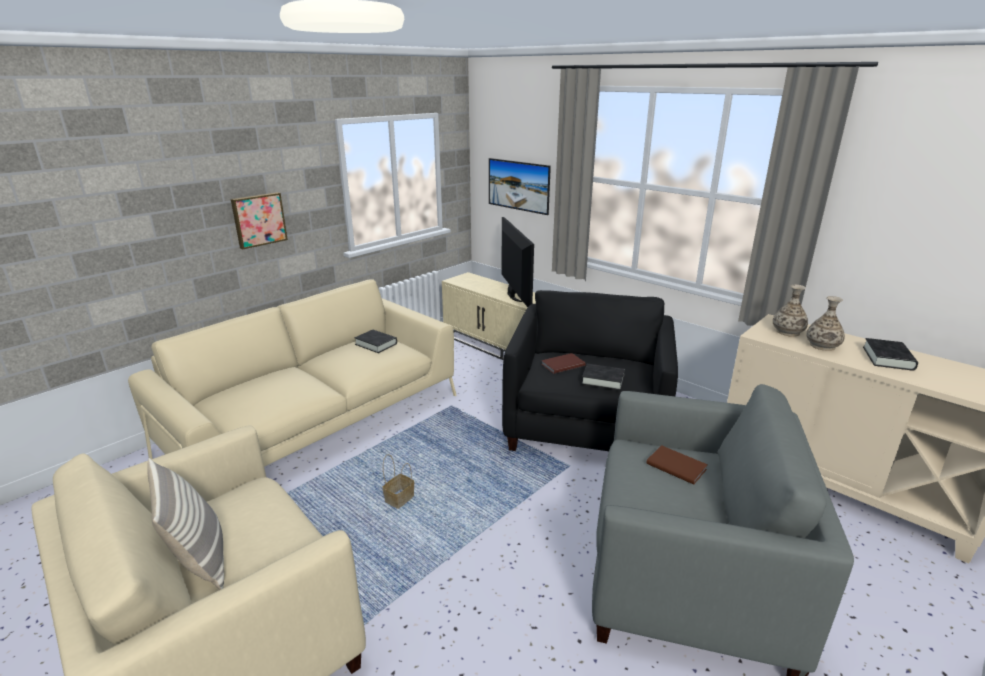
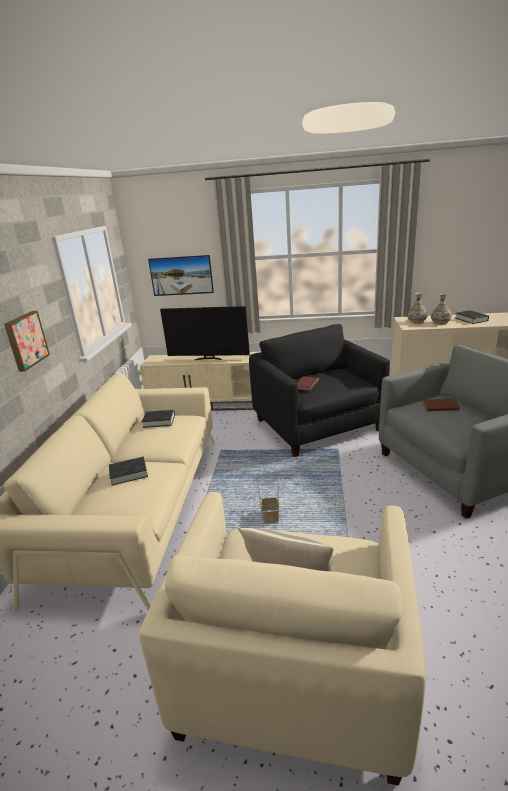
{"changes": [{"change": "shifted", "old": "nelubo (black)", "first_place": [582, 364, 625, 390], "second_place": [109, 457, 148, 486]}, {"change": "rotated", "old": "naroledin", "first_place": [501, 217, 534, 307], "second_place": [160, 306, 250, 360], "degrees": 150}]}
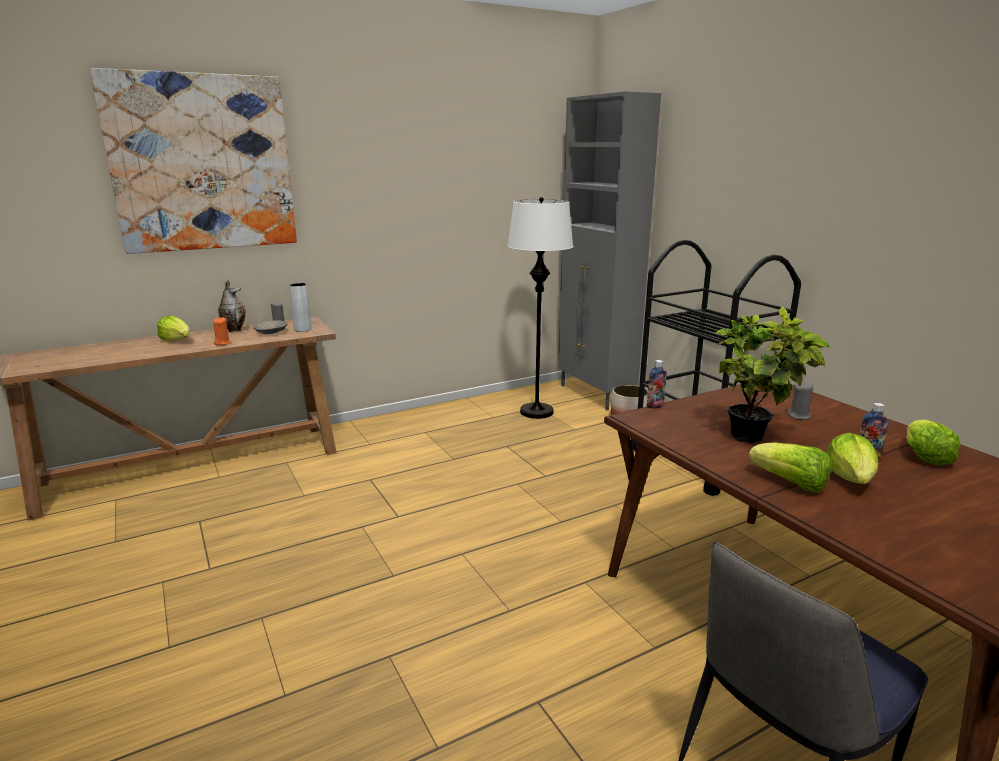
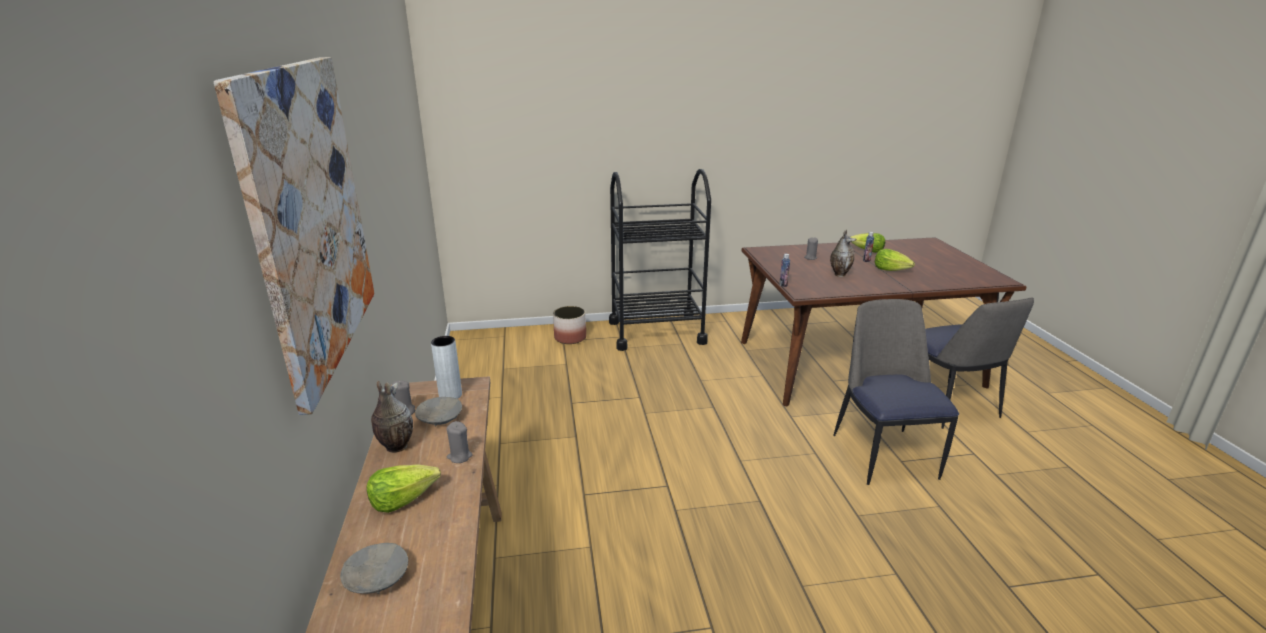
{"changes": [{"change": "gone", "old": "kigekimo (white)", "first_place": [507, 197, 573, 419]}, {"change": "gone", "old": "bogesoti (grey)", "first_place": [558, 91, 661, 410]}, {"change": "gone", "old": "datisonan", "first_place": [749, 442, 831, 493]}, {"change": "new", "new": "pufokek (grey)", "second_place": [340, 543, 408, 594]}, {"change": "new", "new": "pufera", "second_place": [833, 299, 959, 485]}, {"change": "swapped", "old": "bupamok", "new": "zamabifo", "first_place": [714, 307, 830, 444], "second_place": [830, 229, 856, 277]}, {"change": "repainted", "old": "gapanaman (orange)", "new": "gapanaman (grey)", "first_place": [213, 317, 231, 345], "second_place": [447, 421, 473, 463]}]}
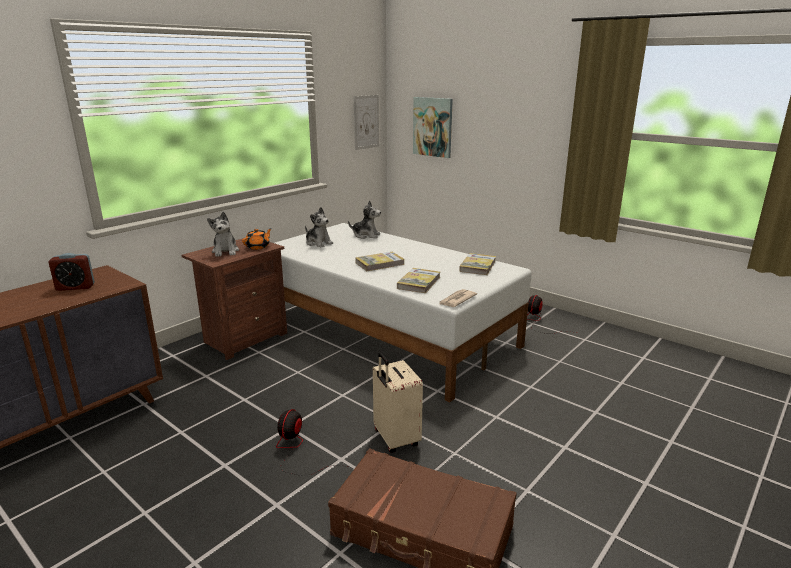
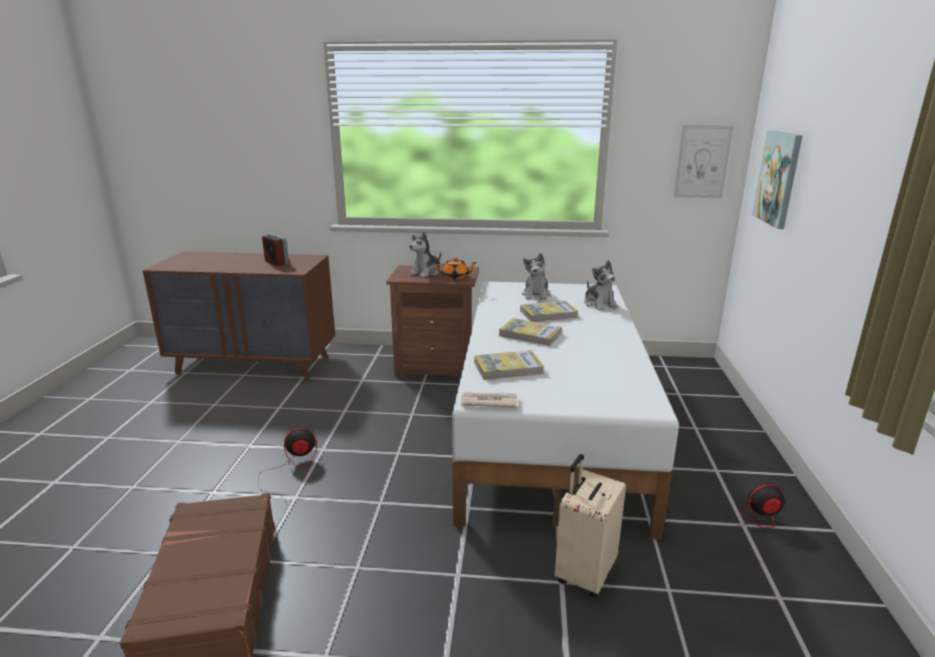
{"changes": [{"change": "shifted", "old": "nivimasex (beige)", "first_place": [373, 353, 423, 453], "second_place": [555, 454, 626, 598]}, {"change": "shifted", "old": "nelubo", "first_place": [459, 253, 496, 275], "second_place": [520, 301, 578, 322]}]}
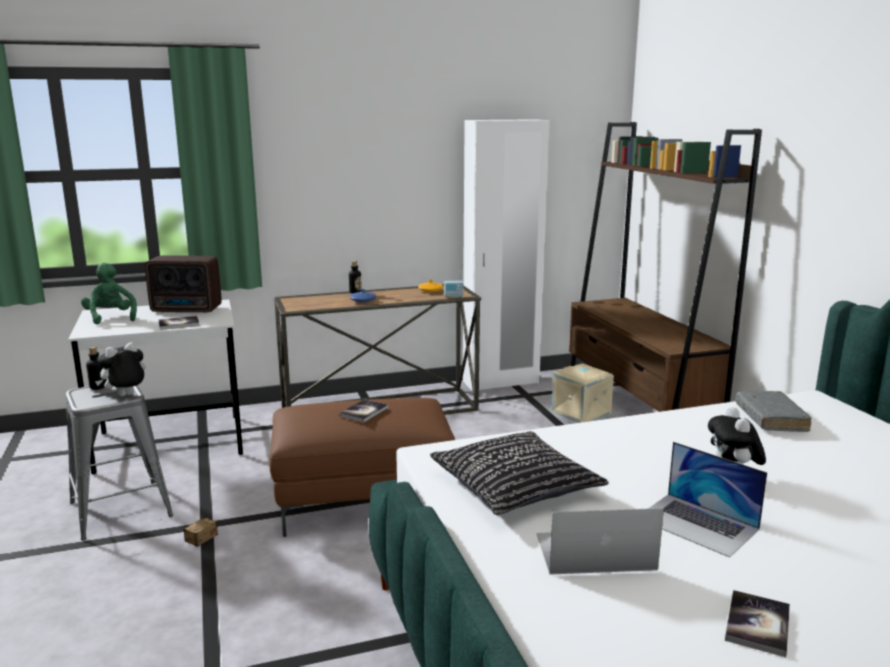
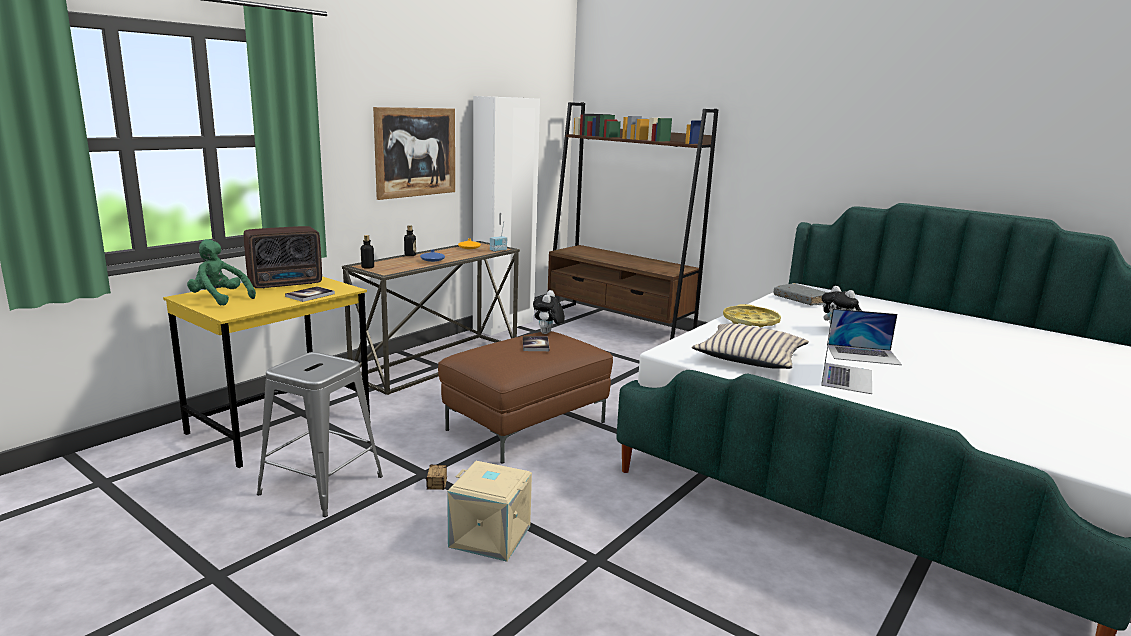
{"changes": [{"change": "gone", "old": "nelubo", "first_place": [725, 590, 790, 657]}, {"change": "new", "new": "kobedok", "second_place": [373, 107, 455, 200]}, {"change": "new", "new": "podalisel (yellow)", "second_place": [723, 304, 781, 327]}, {"change": "shifted", "old": "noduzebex", "first_place": [86, 347, 107, 390], "second_place": [361, 235, 374, 269]}, {"change": "shifted", "old": "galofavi", "first_place": [95, 342, 146, 396], "second_place": [533, 290, 565, 334]}, {"change": "shifted", "old": "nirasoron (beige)", "first_place": [551, 363, 614, 423], "second_place": [447, 461, 532, 562]}, {"change": "repainted", "old": "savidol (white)", "new": "savidol (yellow)", "first_place": [68, 299, 243, 474], "second_place": [163, 276, 370, 468]}, {"change": "repainted", "old": "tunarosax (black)", "new": "tunarosax (beige)", "first_place": [430, 431, 609, 515], "second_place": [692, 323, 809, 369]}, {"change": "rotated", "old": "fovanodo", "first_place": [536, 508, 664, 575], "second_place": [821, 324, 872, 394], "degrees": 150}]}
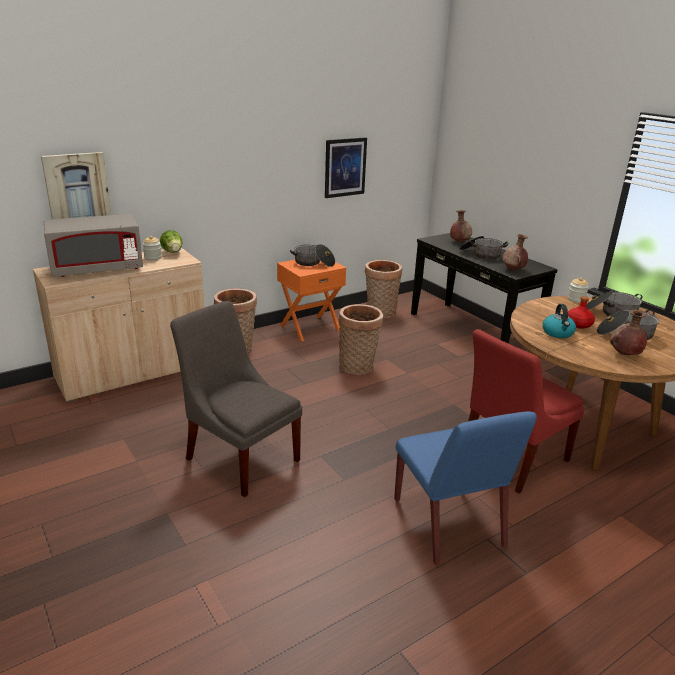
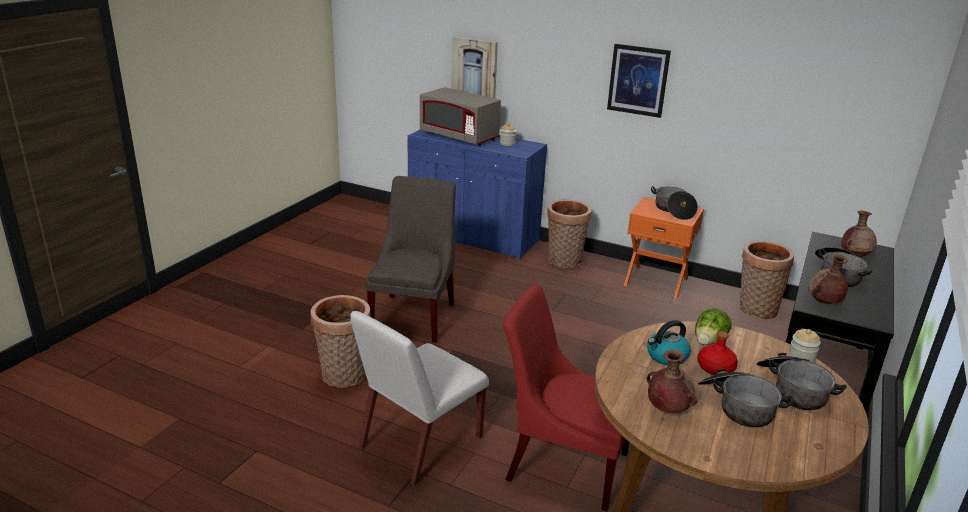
{"changes": [{"change": "shifted", "old": "datisonan", "first_place": [160, 230, 183, 253], "second_place": [695, 308, 732, 345]}, {"change": "shifted", "old": "kobedok", "first_place": [325, 137, 367, 198], "second_place": [607, 44, 671, 118]}, {"change": "shifted", "old": "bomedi", "first_place": [339, 304, 383, 375], "second_place": [311, 295, 371, 388]}, {"change": "repainted", "old": "bogesoti (beige)", "new": "bogesoti (blue)", "first_place": [33, 248, 204, 402], "second_place": [407, 129, 547, 259]}, {"change": "repainted", "old": "pufera (blue)", "new": "pufera (white)", "first_place": [394, 411, 537, 565], "second_place": [350, 311, 489, 486]}]}
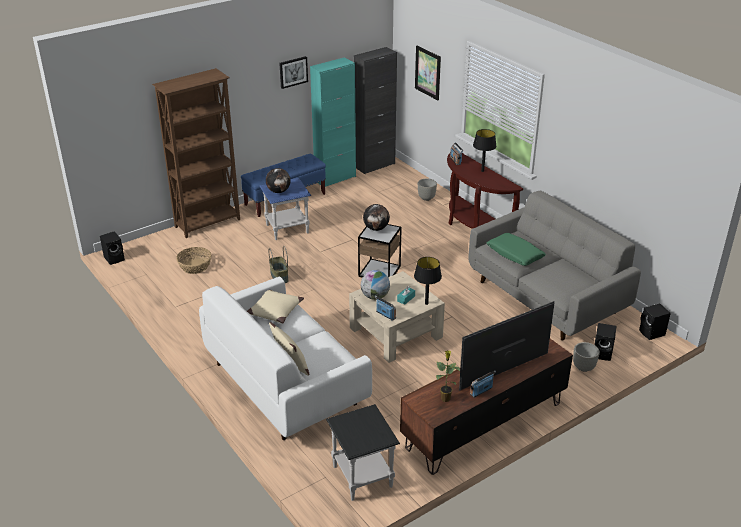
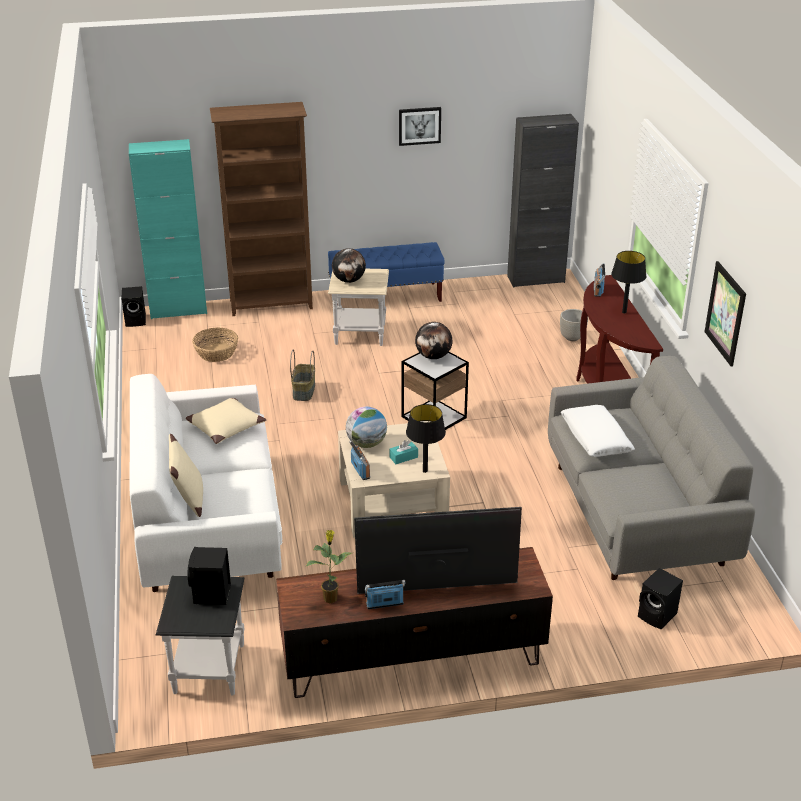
{"changes": [{"change": "gone", "old": "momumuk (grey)", "first_place": [573, 342, 600, 372]}, {"change": "shifted", "old": "bogesoti (turquoise)", "first_place": [310, 57, 356, 187], "second_place": [129, 139, 207, 319]}, {"change": "shifted", "old": "kobedok", "first_place": [415, 46, 441, 100], "second_place": [705, 261, 746, 367]}, {"change": "shifted", "old": "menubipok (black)", "first_place": [639, 303, 671, 340], "second_place": [187, 547, 231, 605]}, {"change": "repainted", "old": "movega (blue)", "new": "movega (beige)", "first_place": [260, 178, 311, 240], "second_place": [328, 269, 389, 346]}, {"change": "repainted", "old": "tunarosax (green)", "new": "tunarosax (white)", "first_place": [486, 233, 546, 266], "second_place": [561, 405, 635, 457]}]}
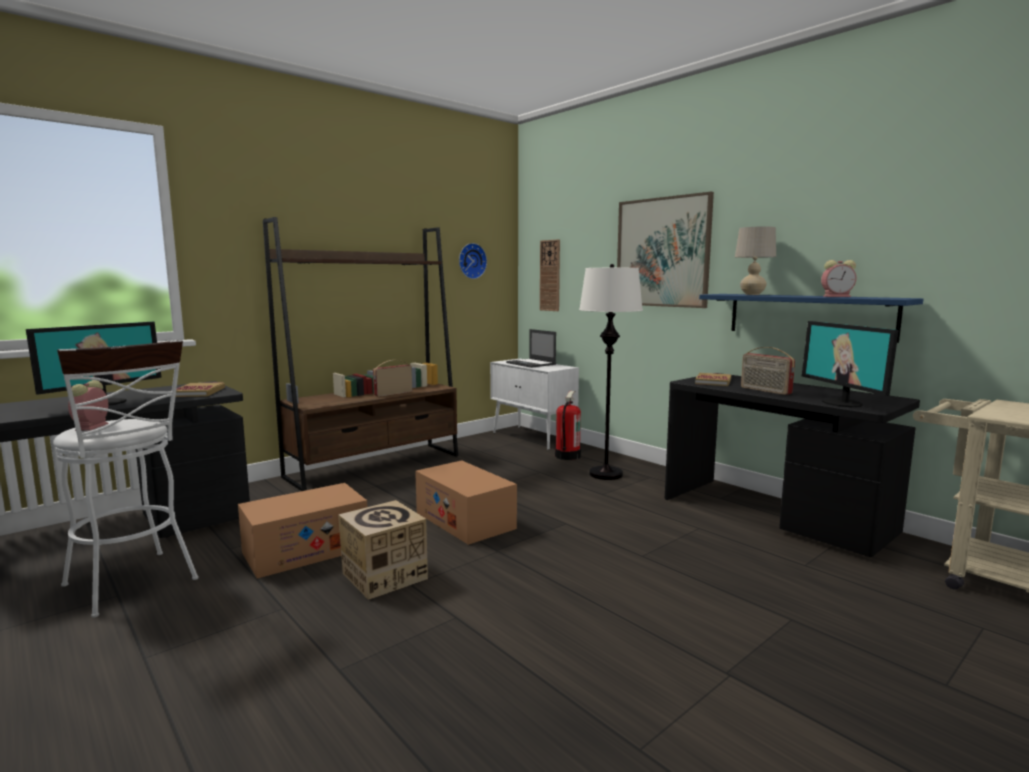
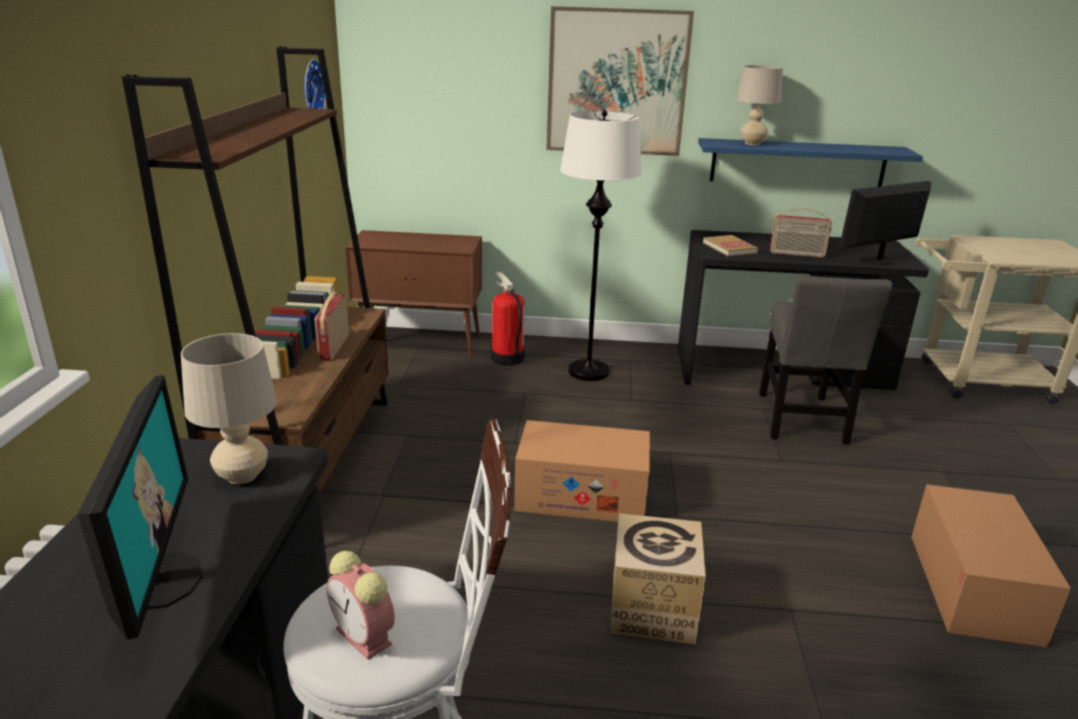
{"changes": [{"change": "gone", "old": "fovanodo", "first_place": [506, 329, 556, 368]}, {"change": "gone", "old": "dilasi", "first_place": [540, 239, 560, 311]}, {"change": "gone", "old": "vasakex", "first_place": [821, 260, 856, 297]}, {"change": "new", "new": "pufera (grey)", "second_place": [759, 275, 893, 445]}, {"change": "shifted", "old": "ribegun", "first_place": [238, 483, 367, 578], "second_place": [912, 484, 1071, 647]}, {"change": "swapped", "old": "nelubo", "new": "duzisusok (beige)", "first_place": [176, 382, 225, 397], "second_place": [181, 333, 277, 484]}, {"change": "repainted", "old": "bogesoti (white)", "new": "bogesoti (brown)", "first_place": [490, 359, 579, 450], "second_place": [345, 230, 482, 356]}, {"change": "rotated", "old": "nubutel", "first_place": [802, 321, 899, 407], "second_place": [839, 181, 932, 265], "degrees": 120}]}
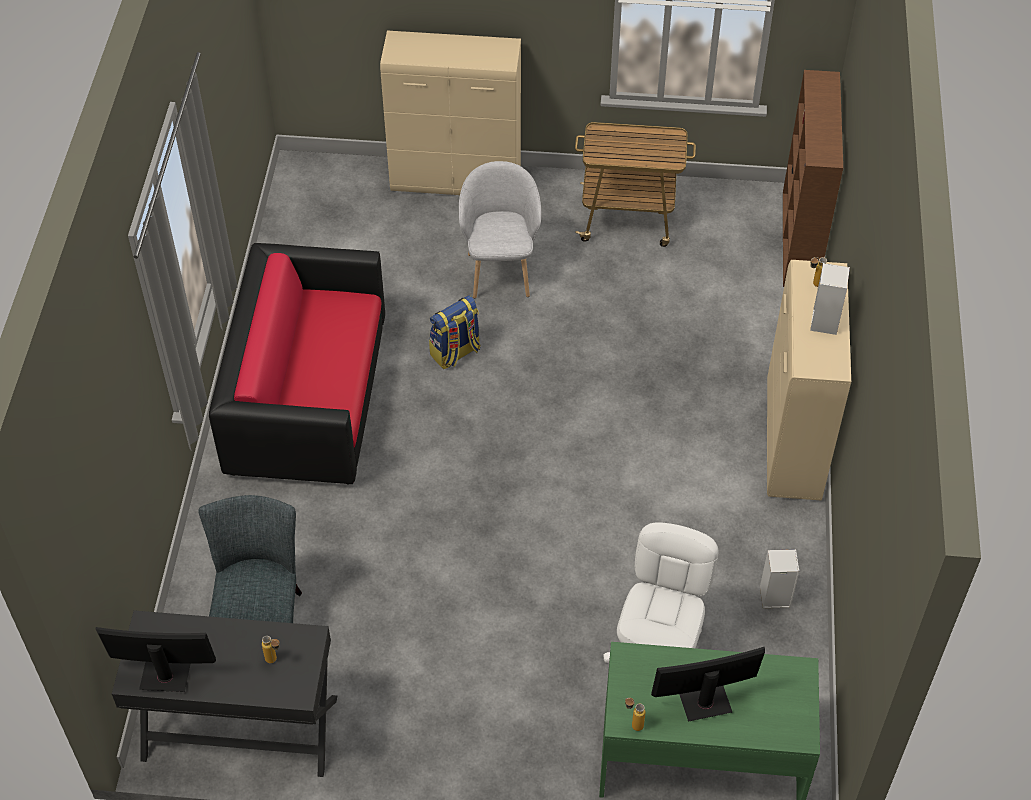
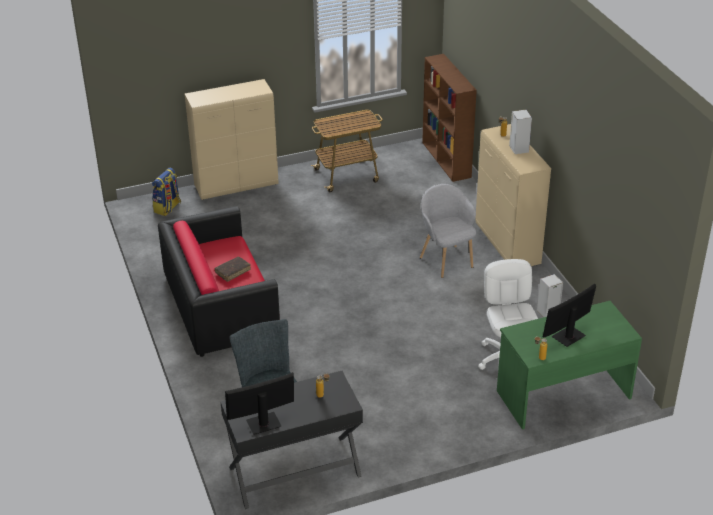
{"changes": [{"change": "new", "new": "nelubo (brown)", "second_place": [214, 256, 251, 282]}, {"change": "shifted", "old": "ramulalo", "first_place": [429, 295, 480, 369], "second_place": [152, 168, 181, 216]}, {"change": "shifted", "old": "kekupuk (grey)", "first_place": [459, 161, 541, 298], "second_place": [420, 184, 476, 278]}]}
